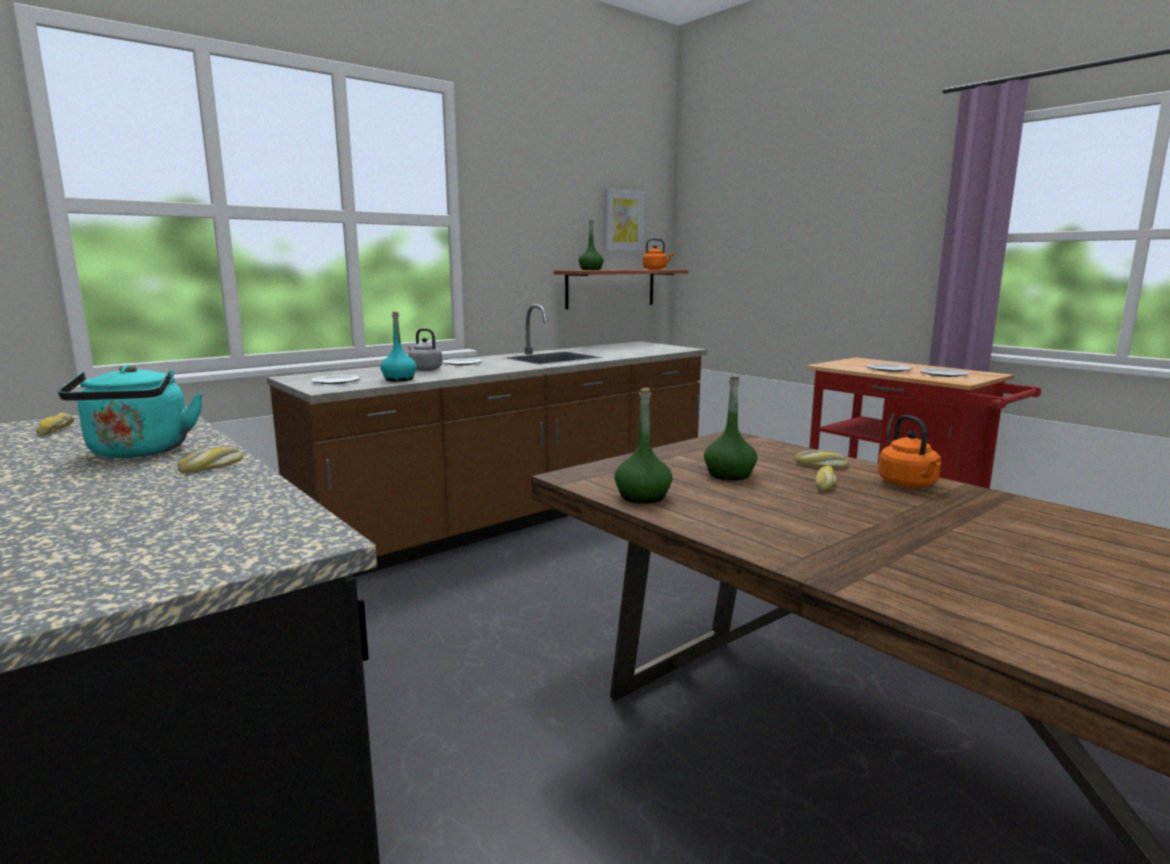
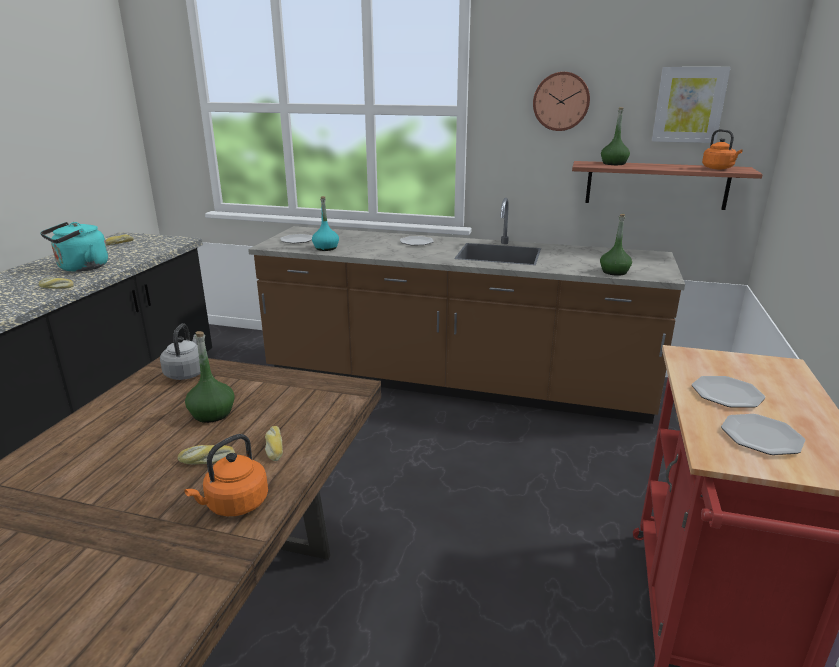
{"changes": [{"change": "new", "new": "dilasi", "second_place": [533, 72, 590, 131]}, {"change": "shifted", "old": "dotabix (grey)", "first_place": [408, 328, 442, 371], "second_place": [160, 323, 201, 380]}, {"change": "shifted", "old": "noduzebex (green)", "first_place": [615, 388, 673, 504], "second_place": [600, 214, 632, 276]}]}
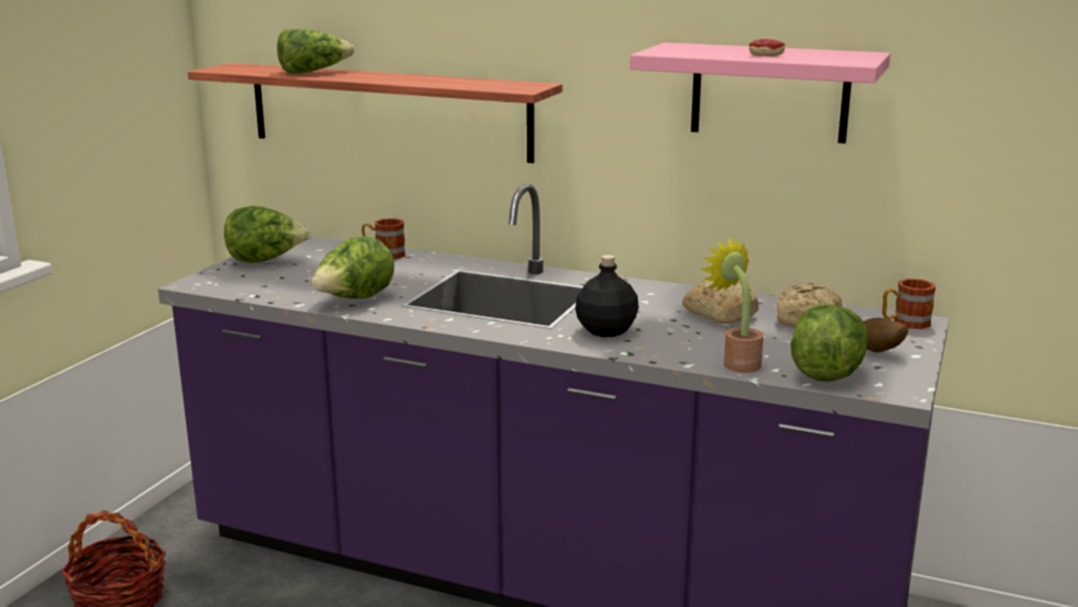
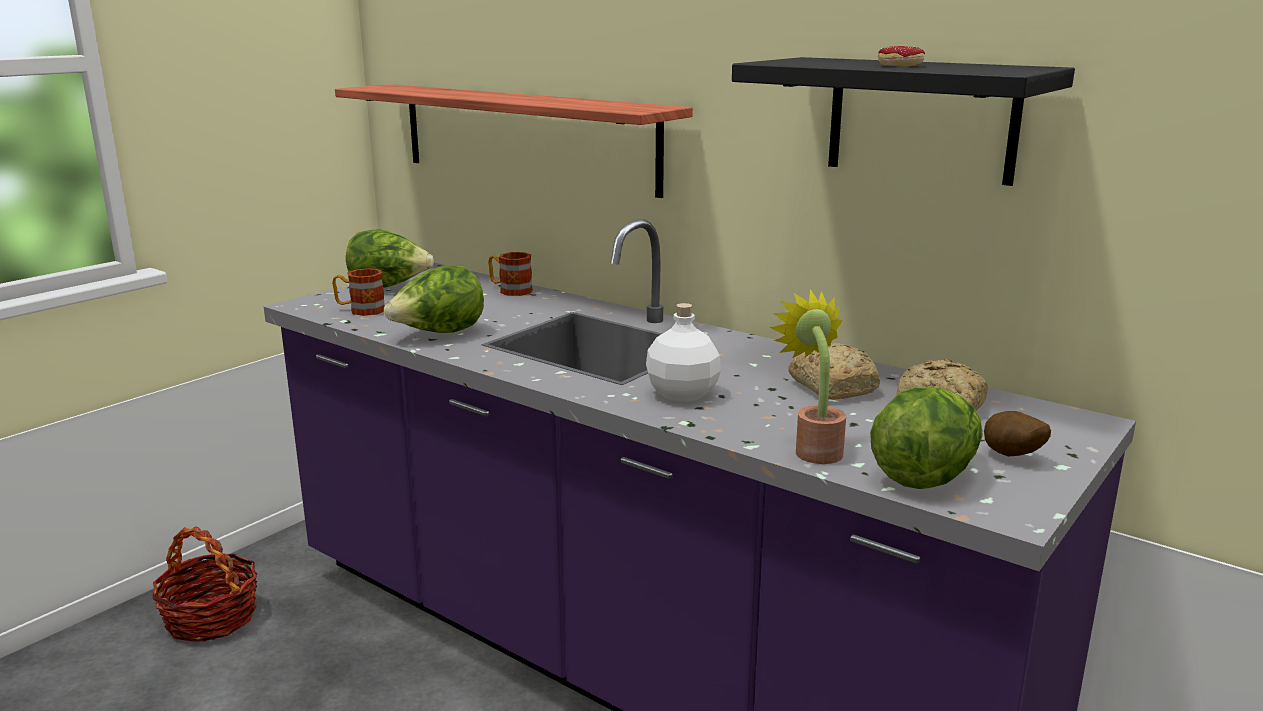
{"changes": [{"change": "gone", "old": "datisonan", "first_place": [277, 29, 354, 74]}, {"change": "shifted", "old": "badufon", "first_place": [882, 279, 936, 329], "second_place": [332, 268, 385, 316]}, {"change": "repainted", "old": "noduzebex (black)", "new": "noduzebex (white)", "first_place": [575, 255, 639, 337], "second_place": [646, 303, 721, 402]}, {"change": "repainted", "old": "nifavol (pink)", "new": "nifavol (black)", "first_place": [630, 42, 891, 144], "second_place": [732, 57, 1075, 186]}]}
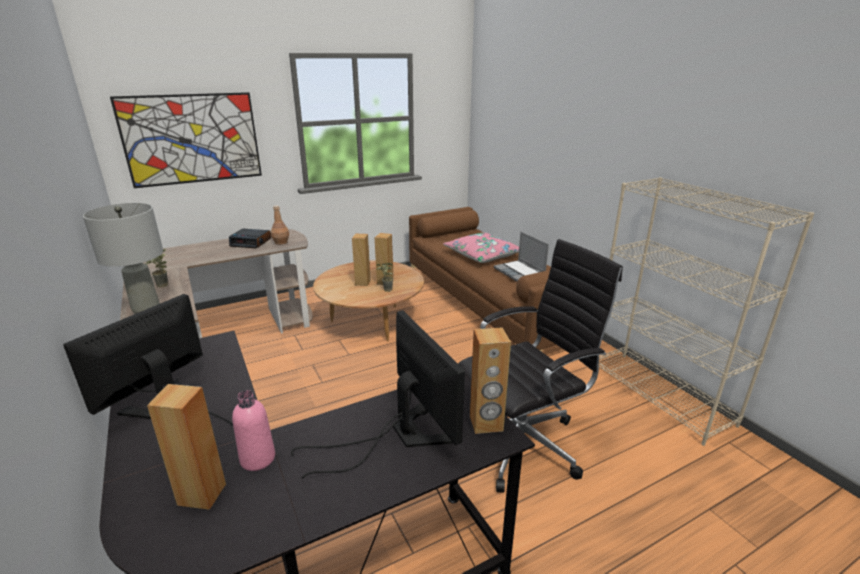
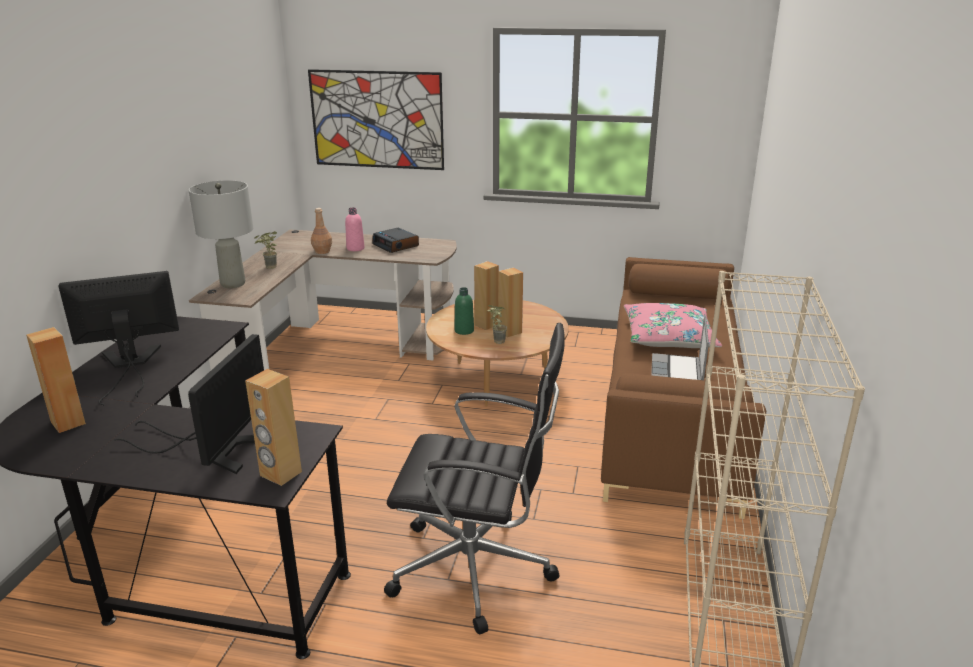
{"changes": [{"change": "new", "new": "noduzebex (green)", "second_place": [455, 287, 474, 335]}, {"change": "shifted", "old": "noduzebex (pink)", "first_place": [232, 390, 275, 471], "second_place": [345, 208, 365, 251]}, {"change": "shifted", "old": "noduzebex (brown)", "first_place": [271, 206, 289, 245], "second_place": [311, 208, 332, 254]}]}
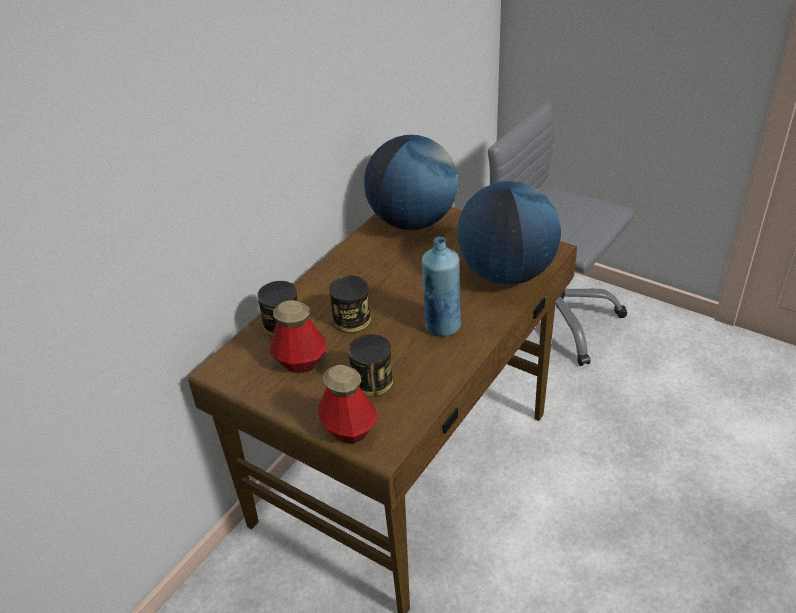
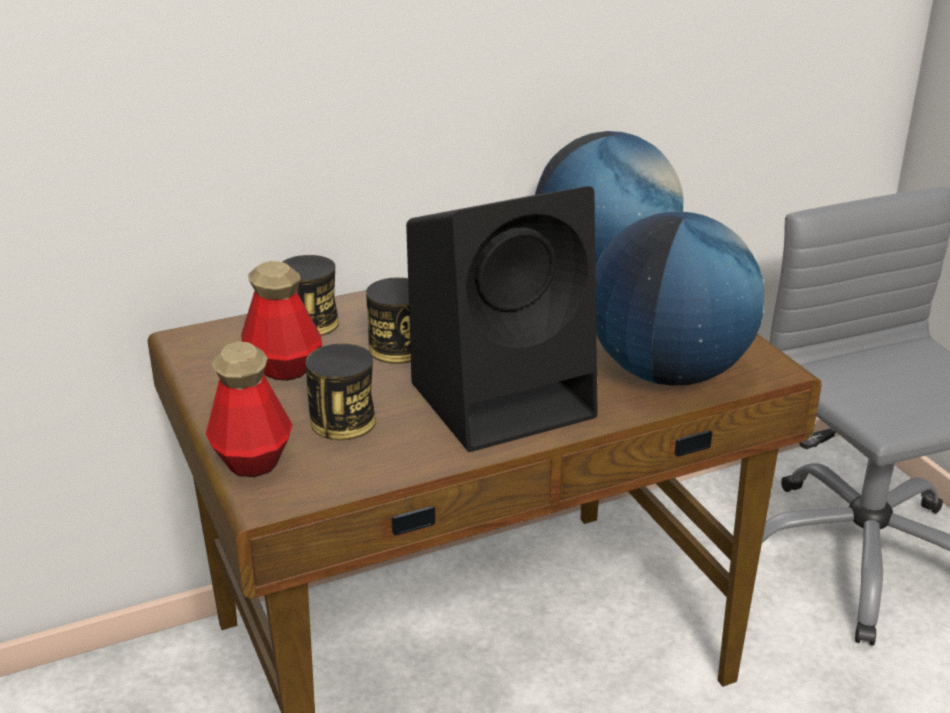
{"changes": [{"change": "swapped", "old": "noduzebex (blue)", "new": "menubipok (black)", "first_place": [422, 237, 462, 336], "second_place": [406, 186, 598, 452]}]}
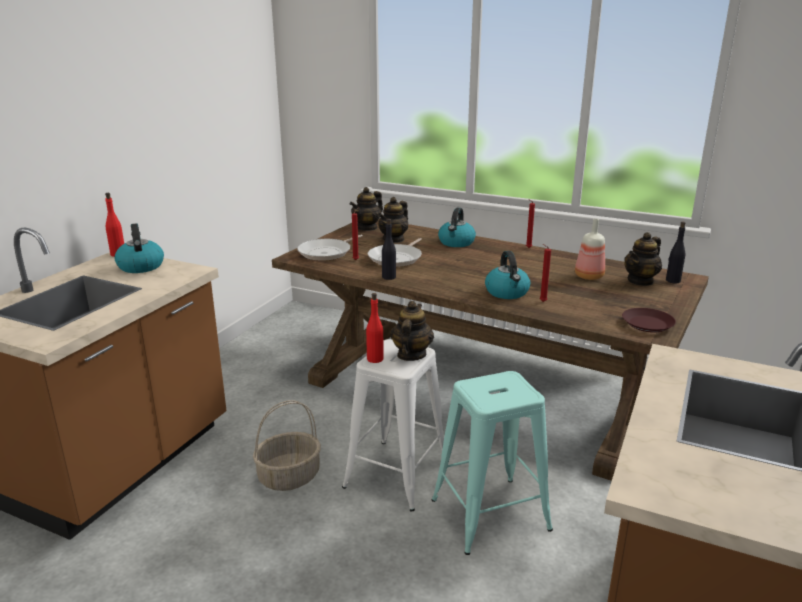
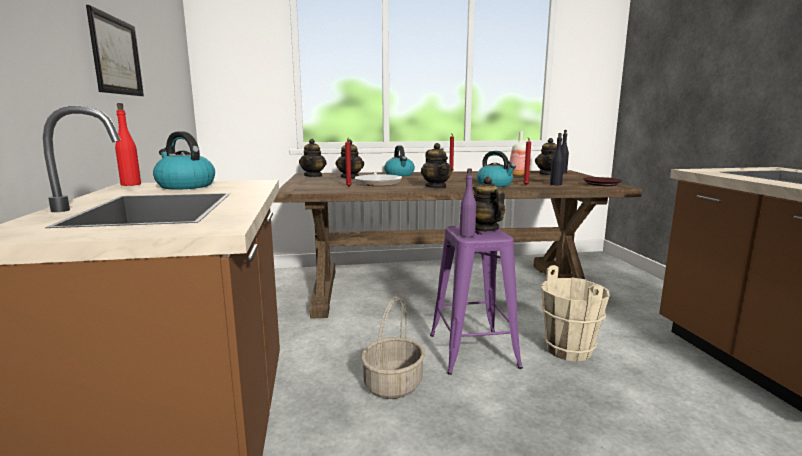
{"changes": [{"change": "gone", "old": "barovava", "first_place": [297, 234, 363, 261]}, {"change": "new", "new": "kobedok", "second_place": [86, 5, 144, 96]}, {"change": "new", "new": "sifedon", "second_place": [421, 143, 452, 188]}, {"change": "shifted", "old": "noduzebex (black)", "first_place": [382, 219, 396, 280], "second_place": [550, 133, 564, 185]}, {"change": "swapped", "old": "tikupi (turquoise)", "new": "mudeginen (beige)", "first_place": [431, 371, 553, 555], "second_place": [541, 265, 610, 362]}, {"change": "repainted", "old": "tikupi (white)", "new": "tikupi (purple)", "first_place": [342, 339, 444, 511], "second_place": [430, 226, 523, 375]}, {"change": "repainted", "old": "noduzebex (red)", "new": "noduzebex (purple)", "first_place": [366, 293, 384, 363], "second_place": [460, 168, 476, 237]}]}
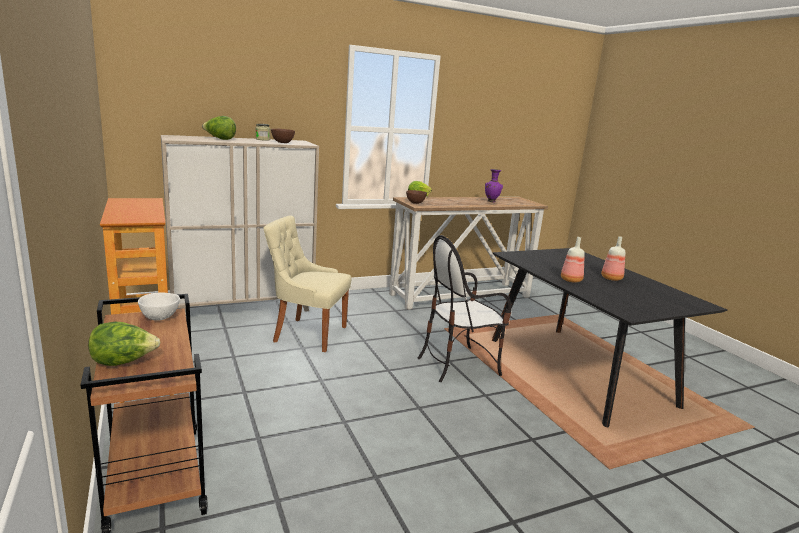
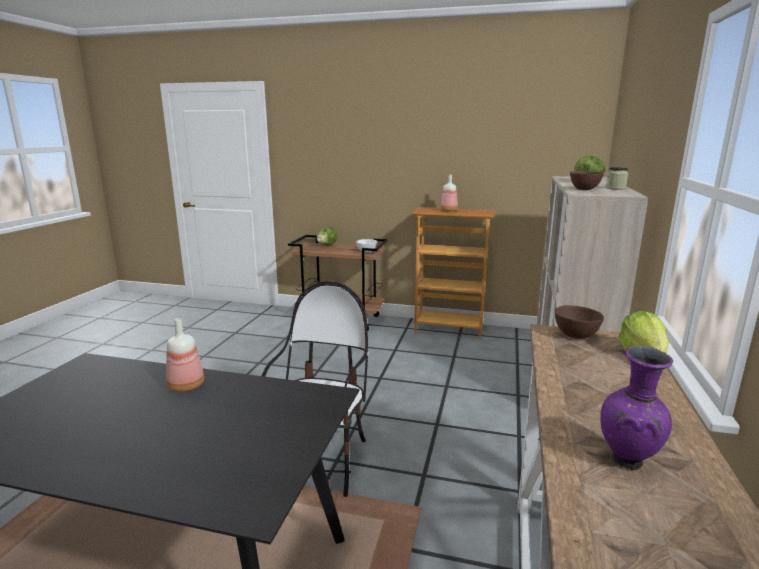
{"changes": [{"change": "gone", "old": "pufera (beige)", "first_place": [263, 215, 351, 352]}, {"change": "shifted", "old": "noduzebex", "first_place": [601, 236, 626, 281], "second_place": [440, 175, 458, 212]}]}
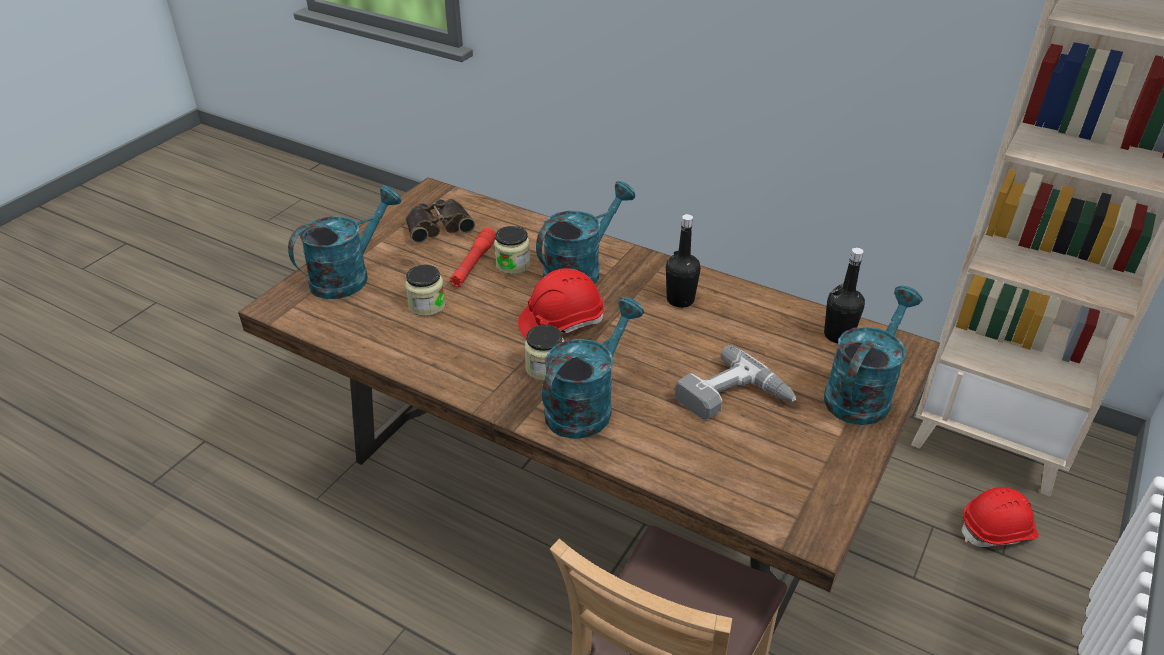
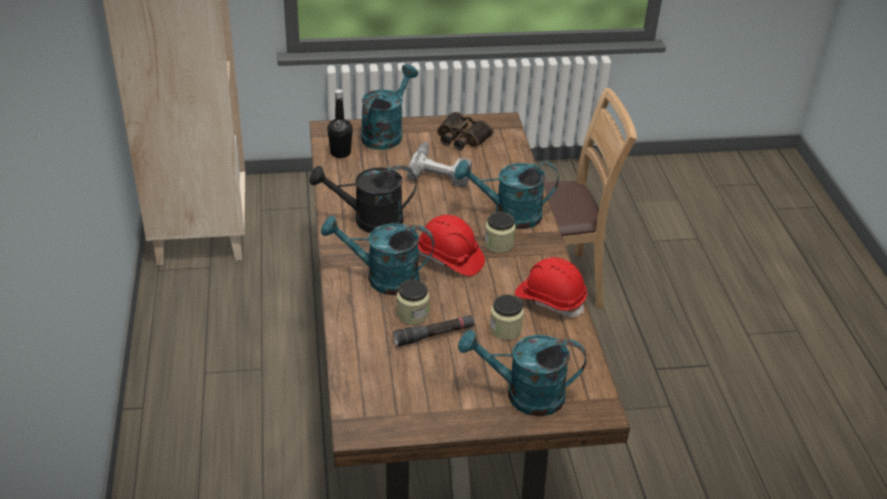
{"changes": [{"change": "shifted", "old": "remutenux", "first_place": [405, 199, 476, 244], "second_place": [437, 112, 494, 150]}, {"change": "shifted", "old": "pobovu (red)", "first_place": [962, 487, 1039, 547], "second_place": [515, 257, 587, 317]}, {"change": "swapped", "old": "noduzebex (black)", "new": "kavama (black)", "first_place": [666, 214, 701, 308], "second_place": [309, 165, 416, 233]}, {"change": "repainted", "old": "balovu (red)", "new": "balovu (black)", "first_place": [450, 228, 496, 287], "second_place": [393, 315, 475, 346]}, {"change": "rotated", "old": "kavama (turquoise)", "first_place": [824, 286, 923, 425], "second_place": [361, 64, 418, 150], "degrees": 120}]}
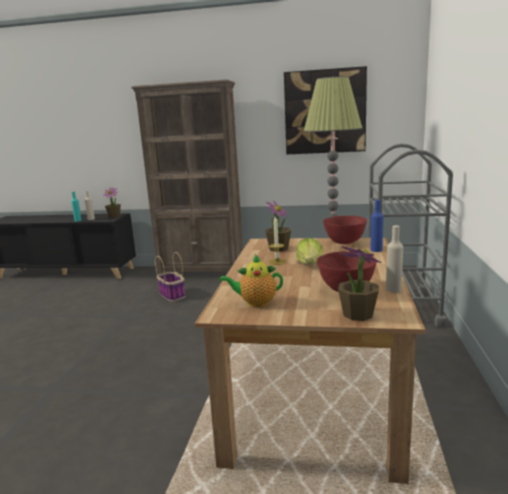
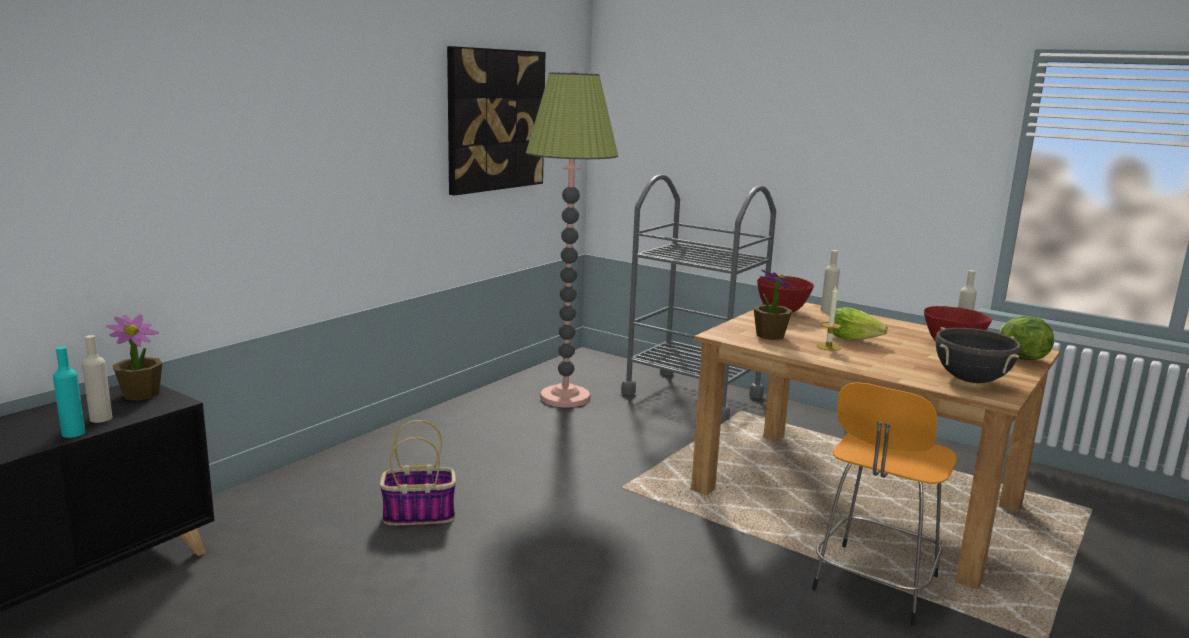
{"changes": [{"change": "gone", "old": "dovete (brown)", "first_place": [131, 79, 243, 275]}, {"change": "new", "new": "tikupi (orange)", "second_place": [812, 382, 957, 626]}, {"change": "swapped", "old": "sifedon", "new": "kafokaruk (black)", "first_place": [219, 255, 283, 307], "second_place": [935, 327, 1021, 383]}, {"change": "swapped", "old": "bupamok", "new": "datisonan", "first_place": [338, 246, 381, 321], "second_place": [999, 316, 1054, 360]}, {"change": "repainted", "old": "noduzebex (blue)", "new": "noduzebex (beige)", "first_place": [370, 200, 383, 252], "second_place": [821, 250, 840, 313]}]}
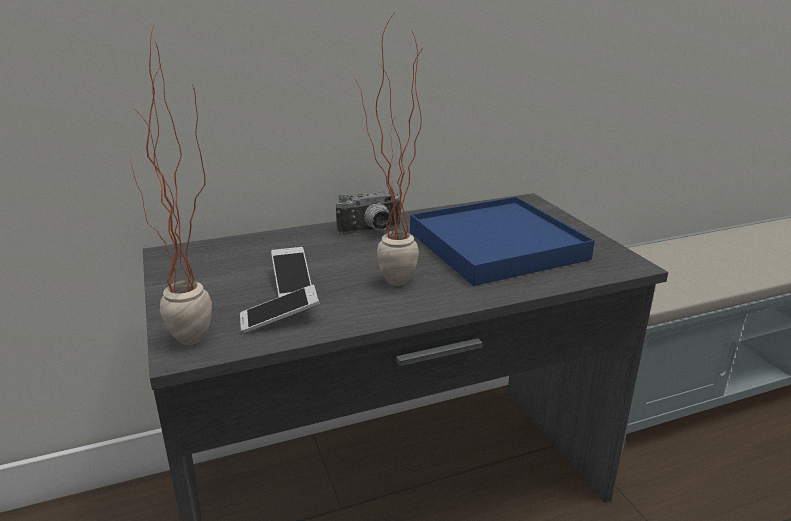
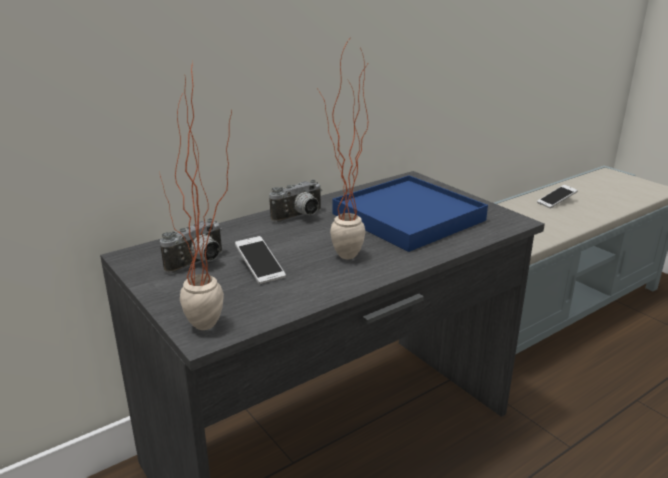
{"changes": [{"change": "new", "new": "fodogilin", "second_place": [160, 218, 222, 273]}, {"change": "shifted", "old": "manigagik", "first_place": [240, 284, 320, 334], "second_place": [537, 185, 578, 208]}]}
